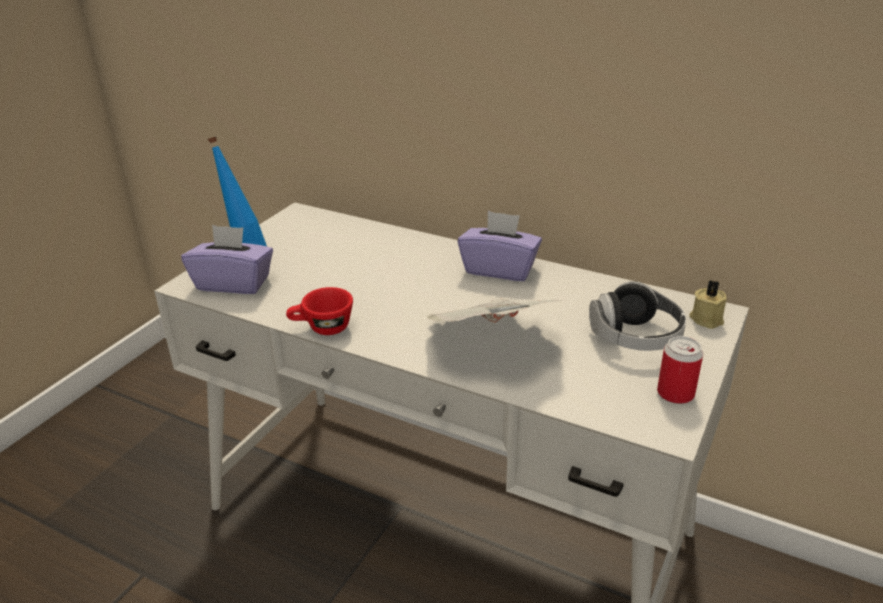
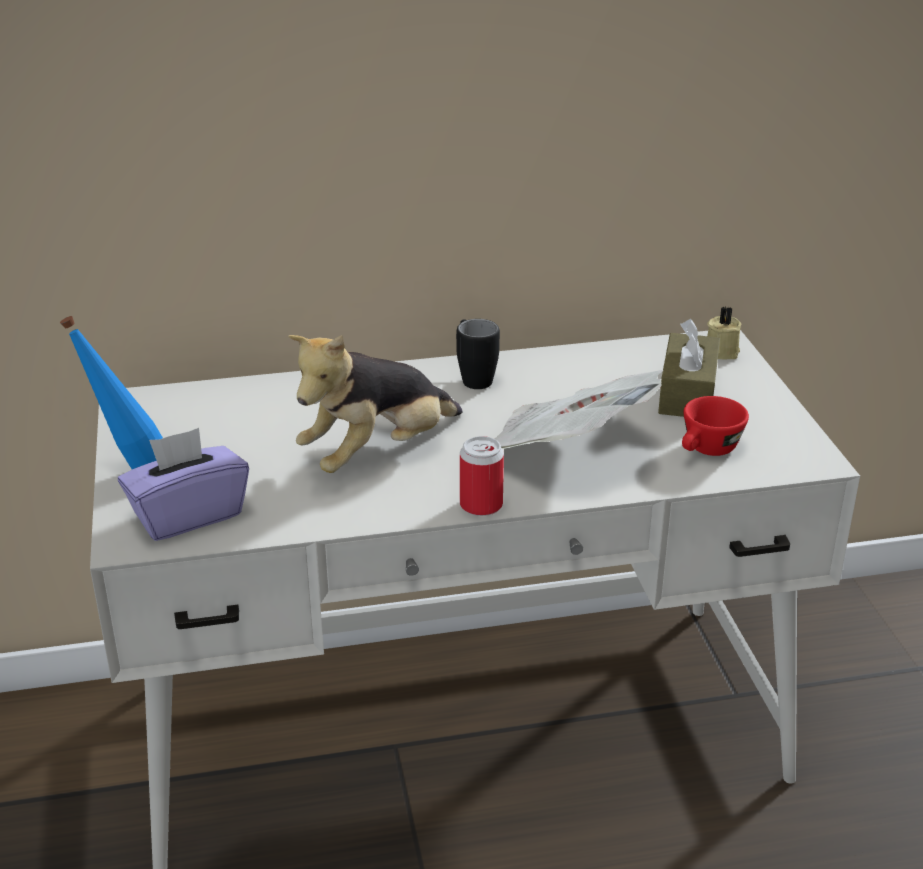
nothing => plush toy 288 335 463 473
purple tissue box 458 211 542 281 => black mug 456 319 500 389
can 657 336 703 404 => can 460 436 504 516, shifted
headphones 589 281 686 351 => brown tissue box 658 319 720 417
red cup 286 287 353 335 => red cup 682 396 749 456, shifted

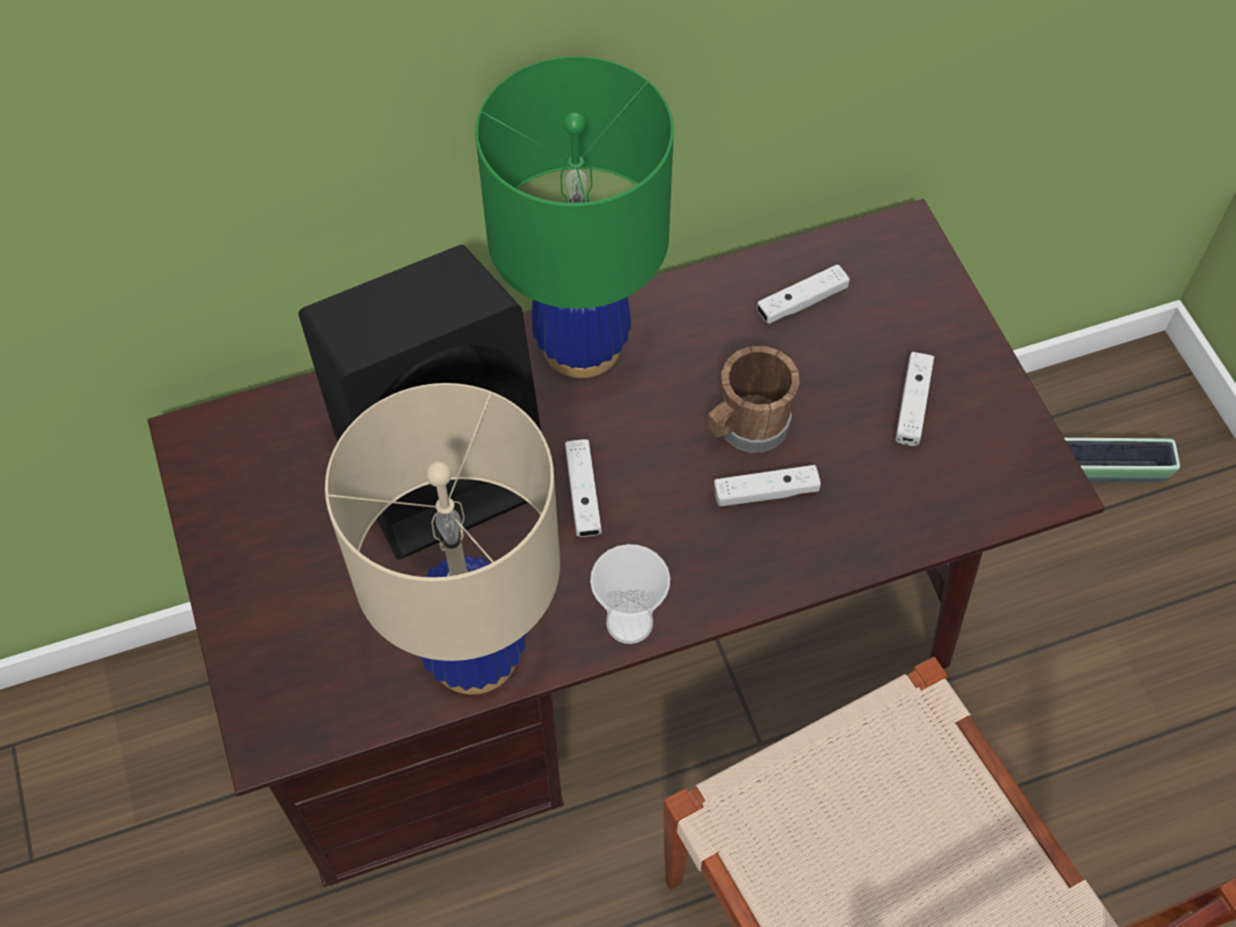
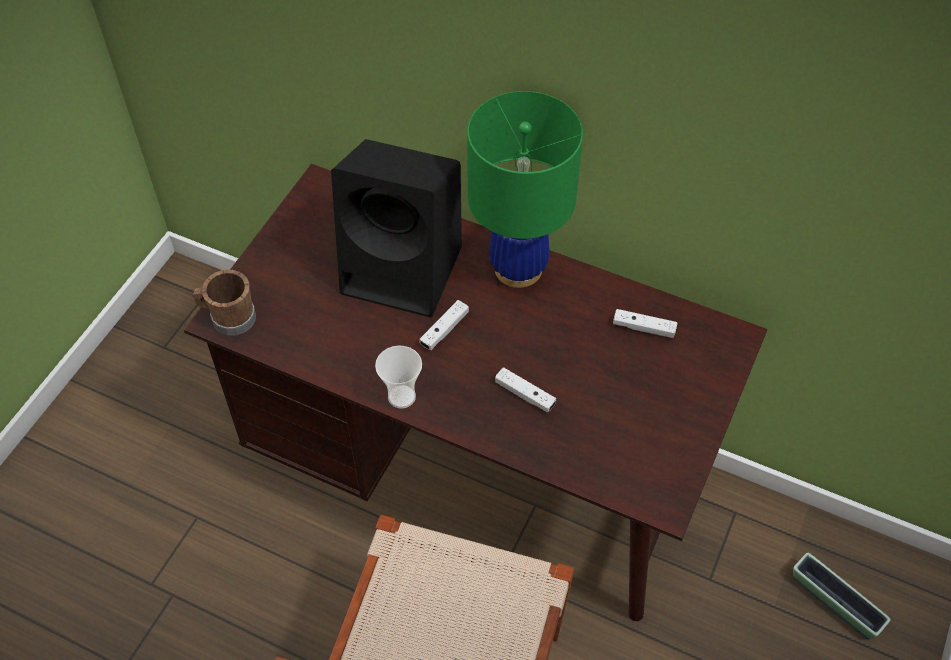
brown mug 708 346 800 453 => brown mug 193 270 256 336, shifted
beige table lamp 325 383 560 695 => nothing
white game controller 895 352 934 446 => nothing

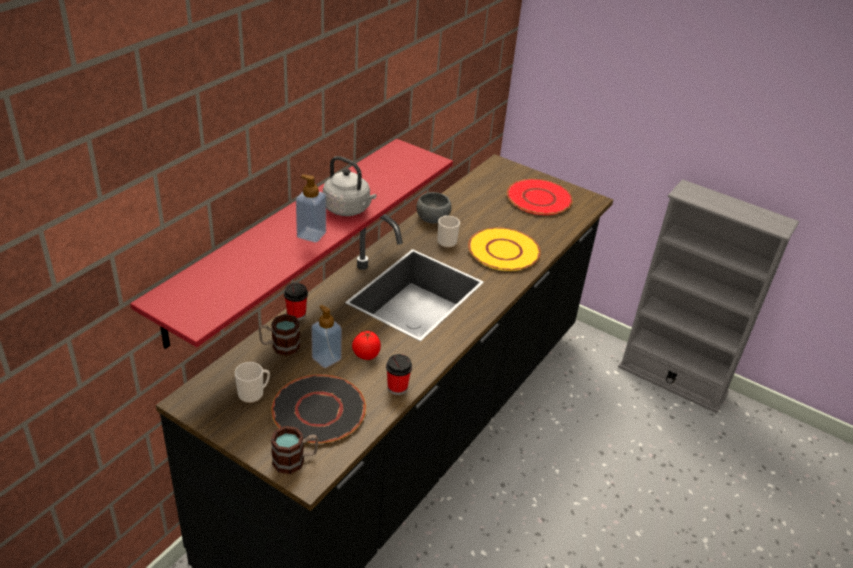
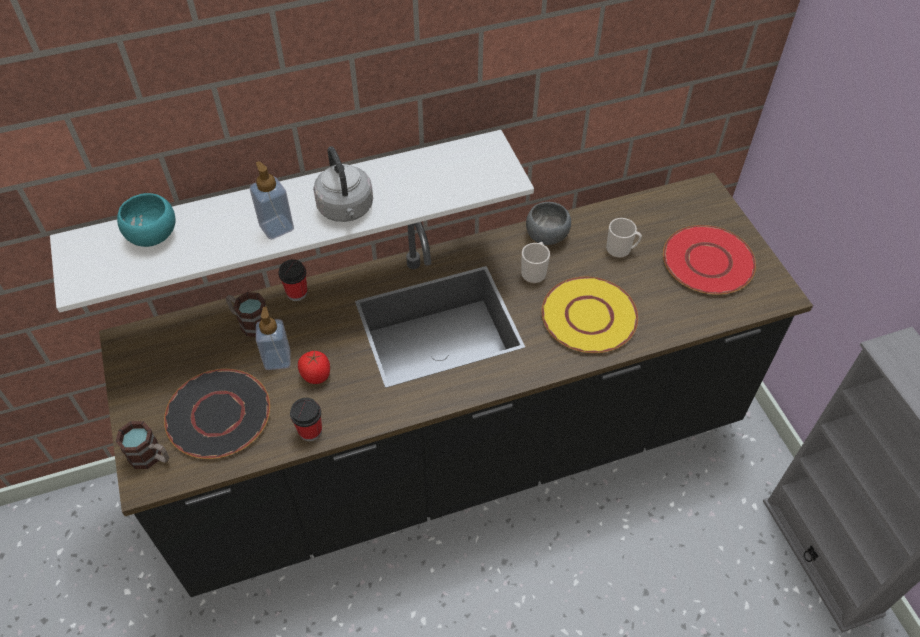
red shelf 130 139 453 349 => white shelf 50 130 534 312
nothing => turquoise bowl 117 193 175 247
mug 235 362 270 403 => mug 606 218 642 258, shifted

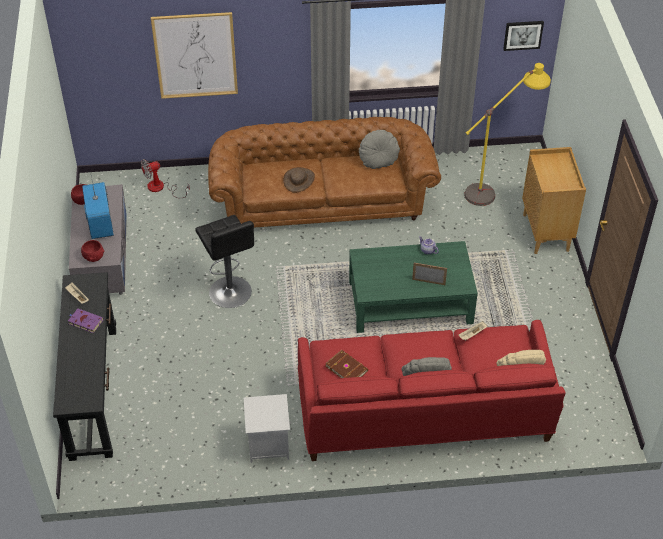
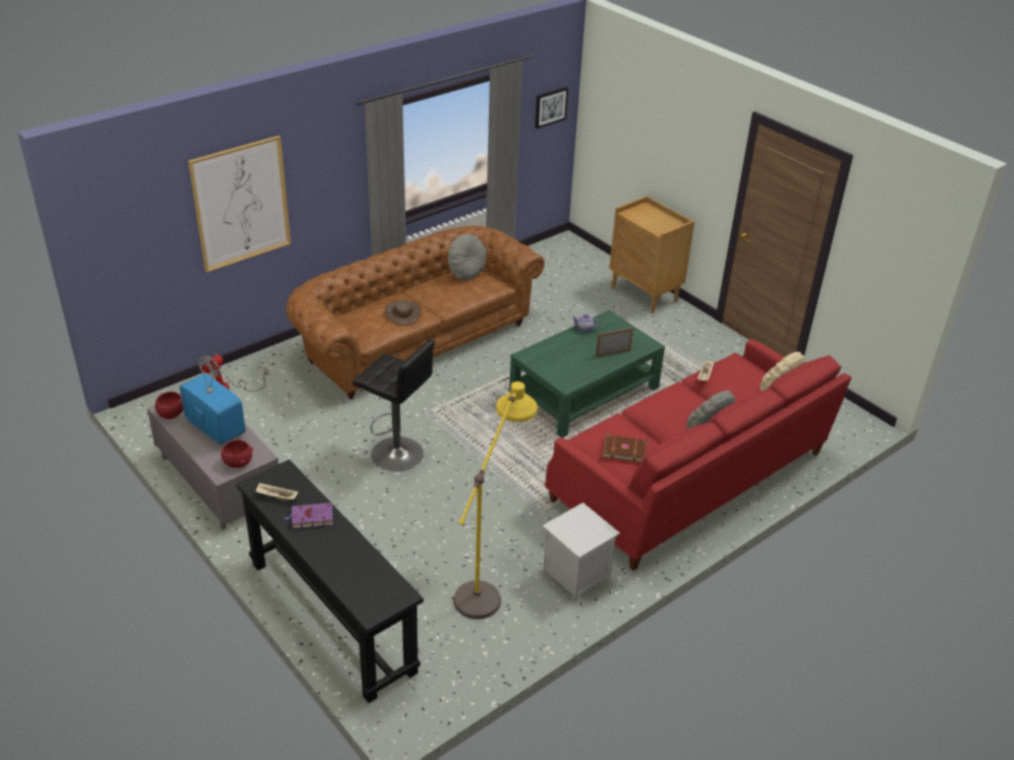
yellow floor lamp 464 63 551 206 => yellow floor lamp 454 381 537 619, shifted

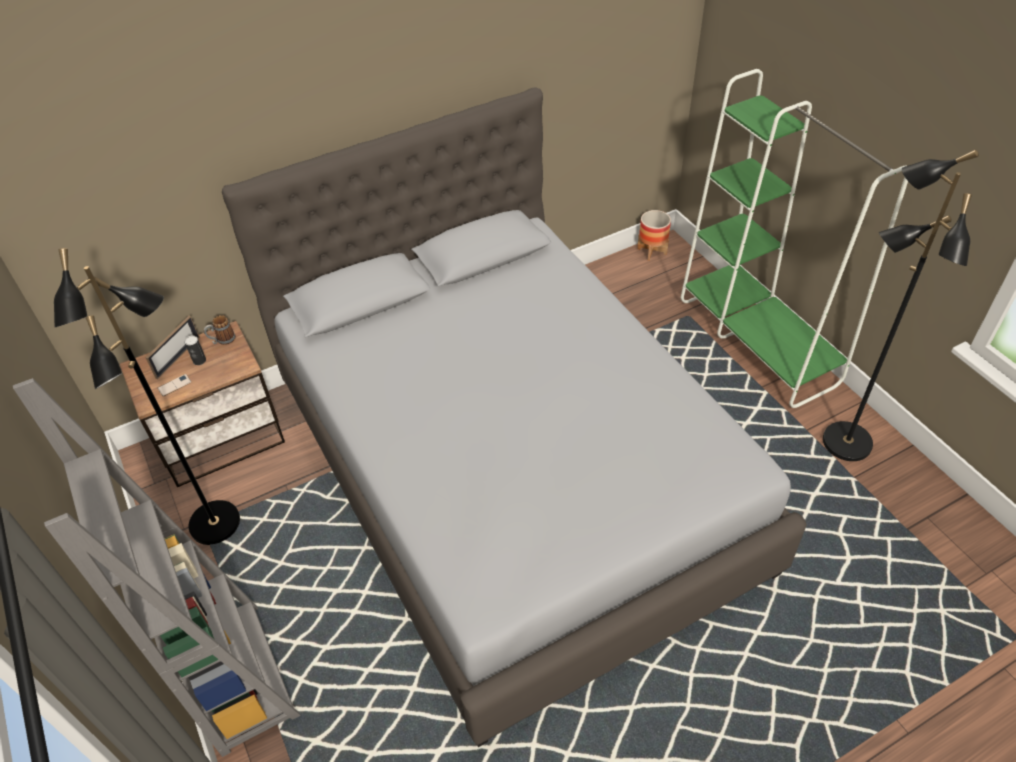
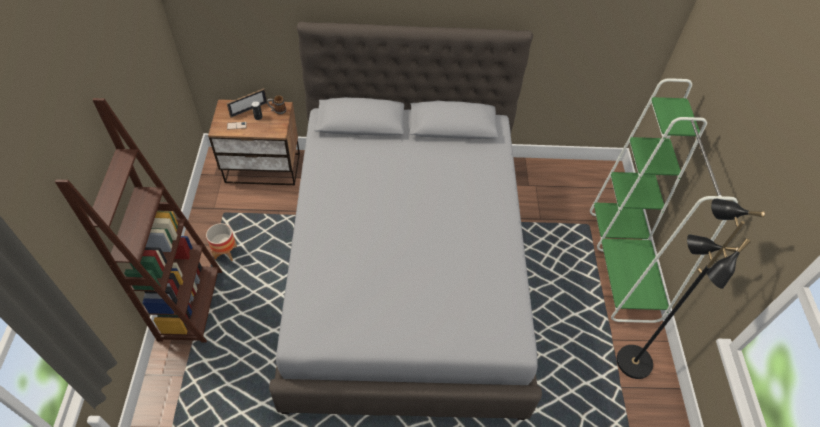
grey bookcase 13 378 301 757 => brown bookcase 55 98 223 342
planter 637 210 671 261 => planter 206 223 237 261, shifted
black floor lamp 54 248 240 545 => nothing

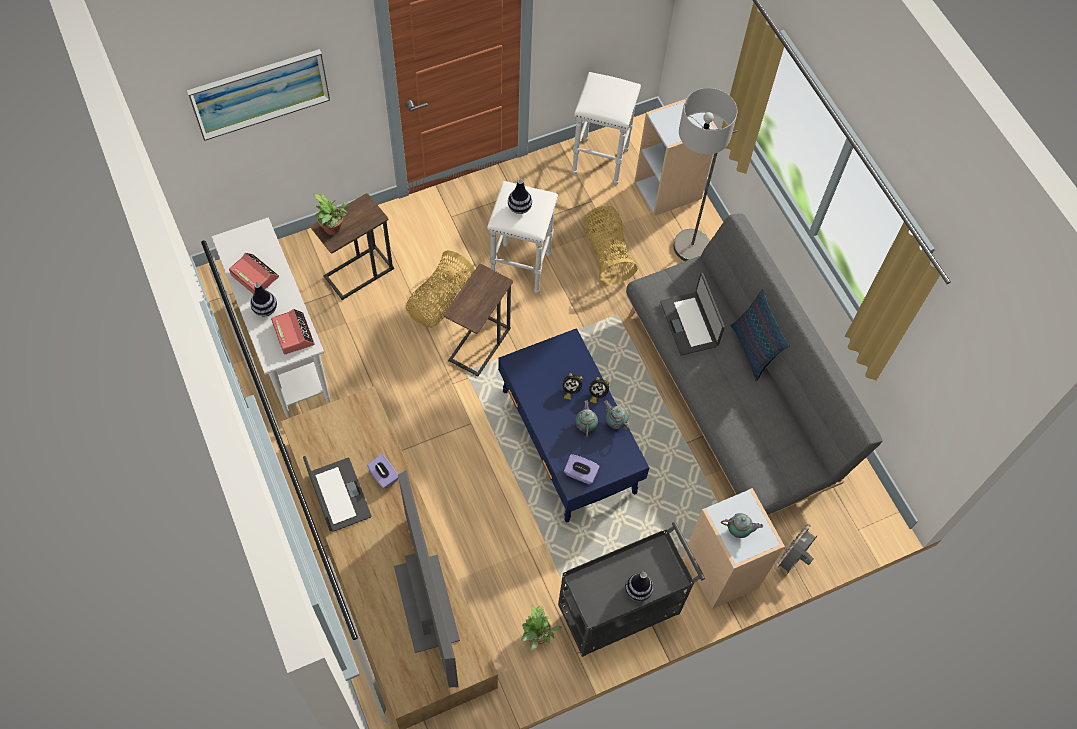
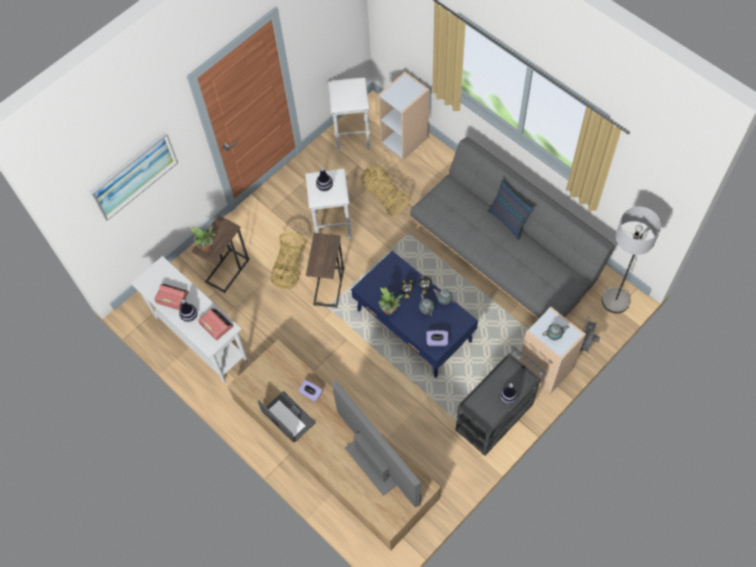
potted plant 521 605 562 651 => potted plant 379 287 403 315, shifted
grey floor lamp 674 88 738 261 => grey floor lamp 602 206 661 313, shifted
laptop 660 273 725 356 => nothing

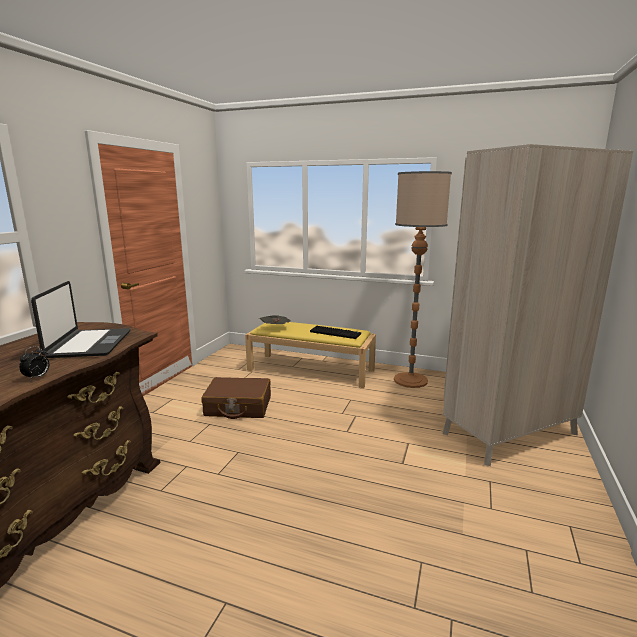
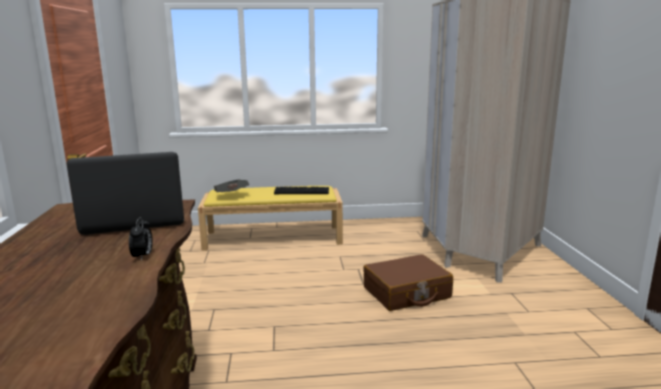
laptop 31 281 130 358 => laptop 67 152 184 235, 75 degrees counterclockwise
brown suitcase 202 377 271 419 => brown suitcase 363 254 453 311, shifted
floor lamp 394 171 452 388 => nothing

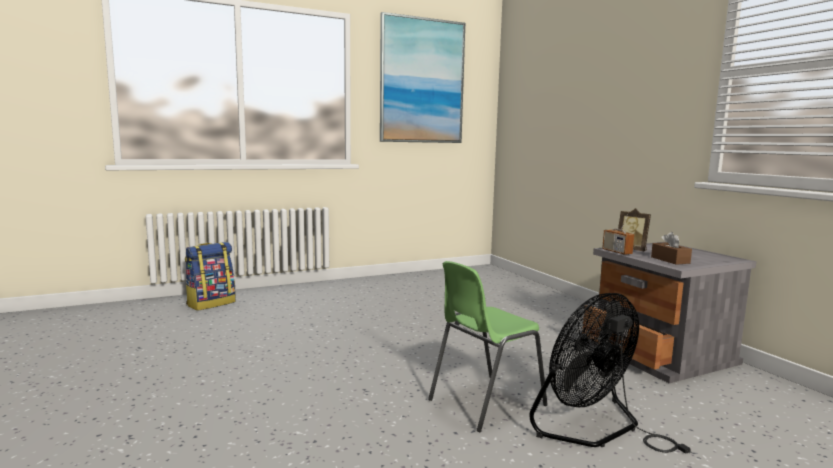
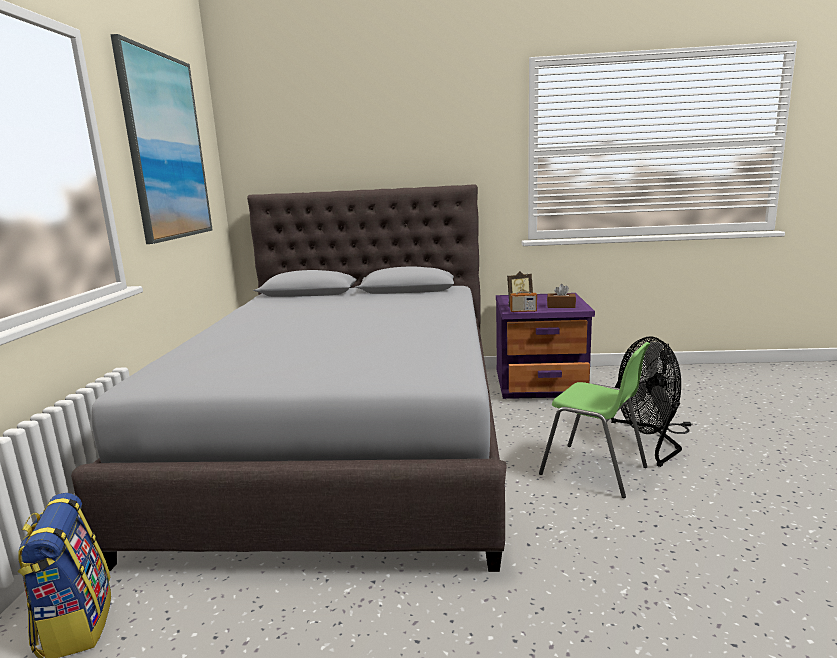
nothing => grey bed 71 185 507 572
grey nightstand 582 242 756 383 => purple nightstand 496 293 595 399
green chair 428 261 548 432 => green chair 539 342 650 498, 45 degrees counterclockwise

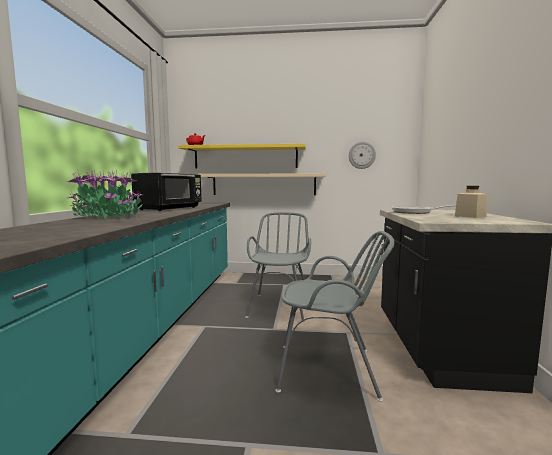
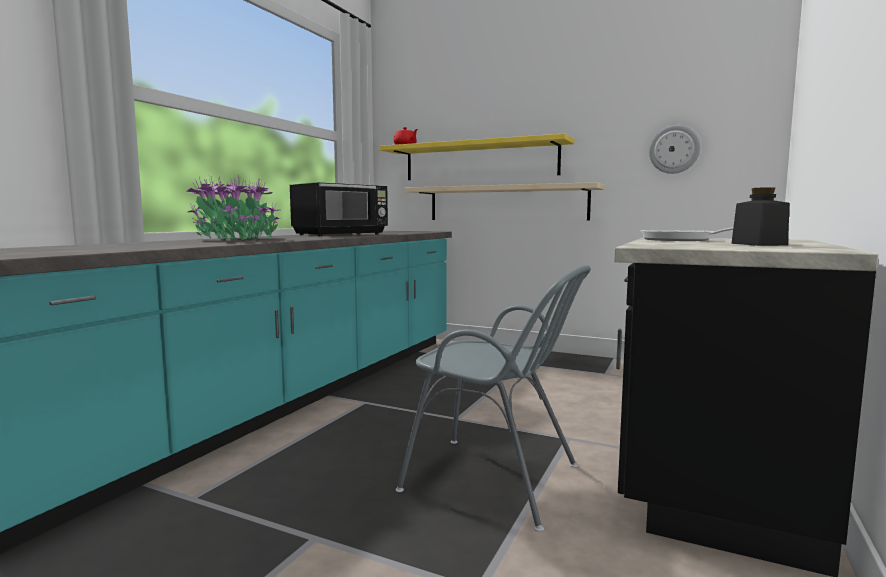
beige jar 455 186 487 218 => black jar 731 187 789 246
grey chair 245 212 311 322 => nothing

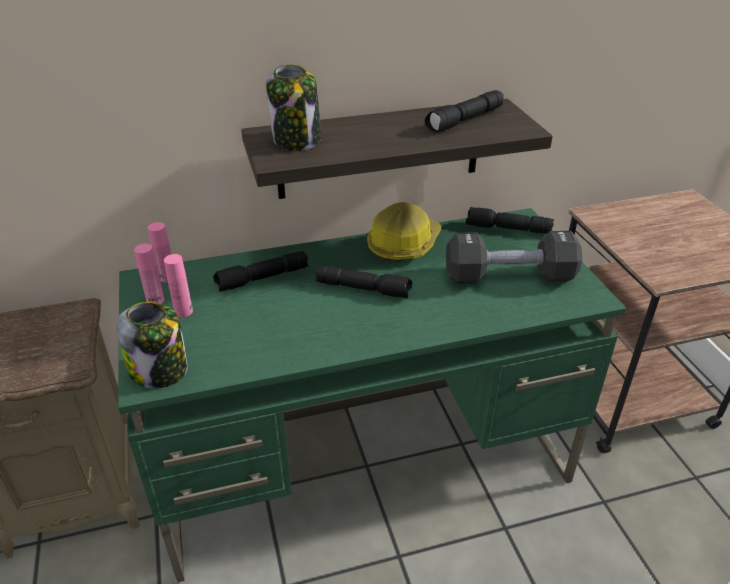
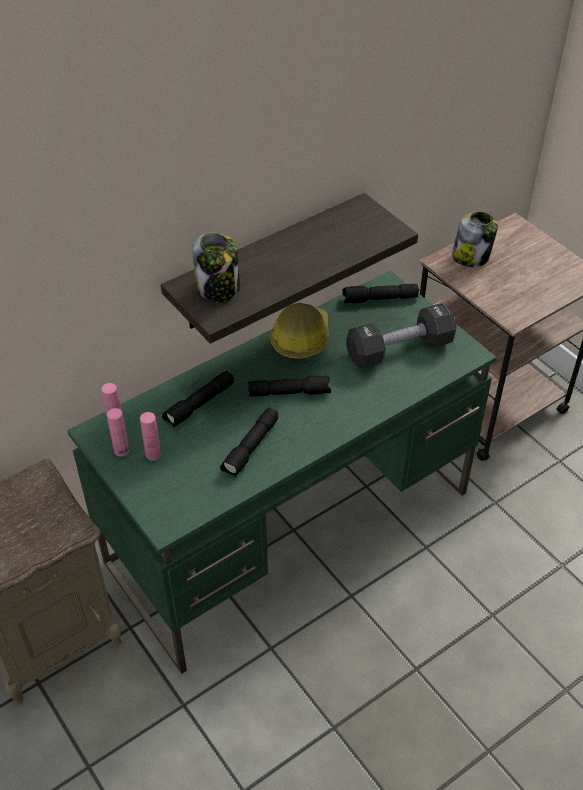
black flashlight 425 90 504 132 => black flashlight 220 408 278 477, shifted
jar 116 302 188 388 => jar 452 212 498 267, shifted

